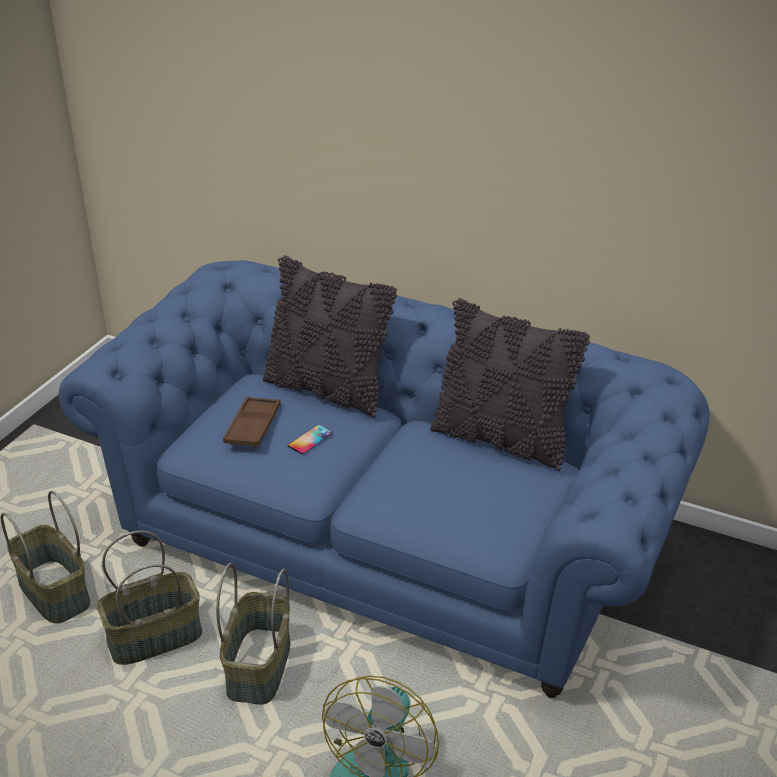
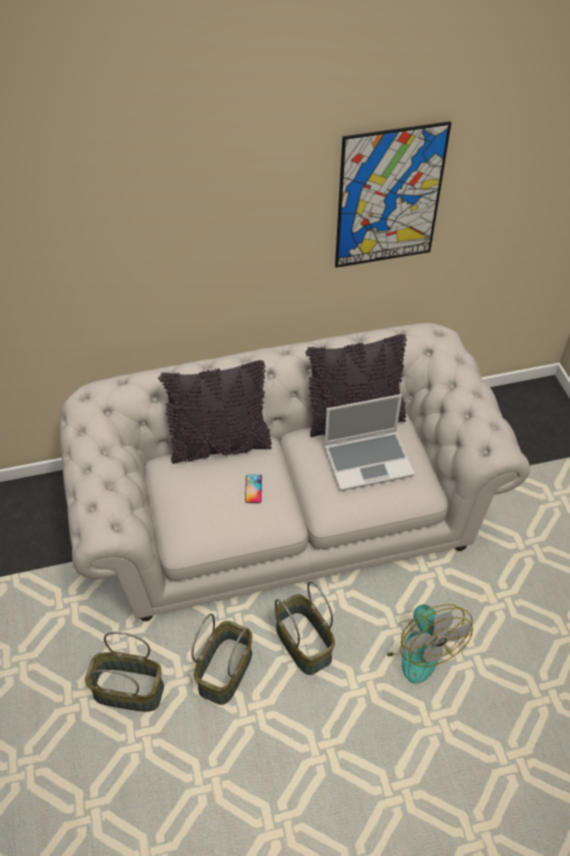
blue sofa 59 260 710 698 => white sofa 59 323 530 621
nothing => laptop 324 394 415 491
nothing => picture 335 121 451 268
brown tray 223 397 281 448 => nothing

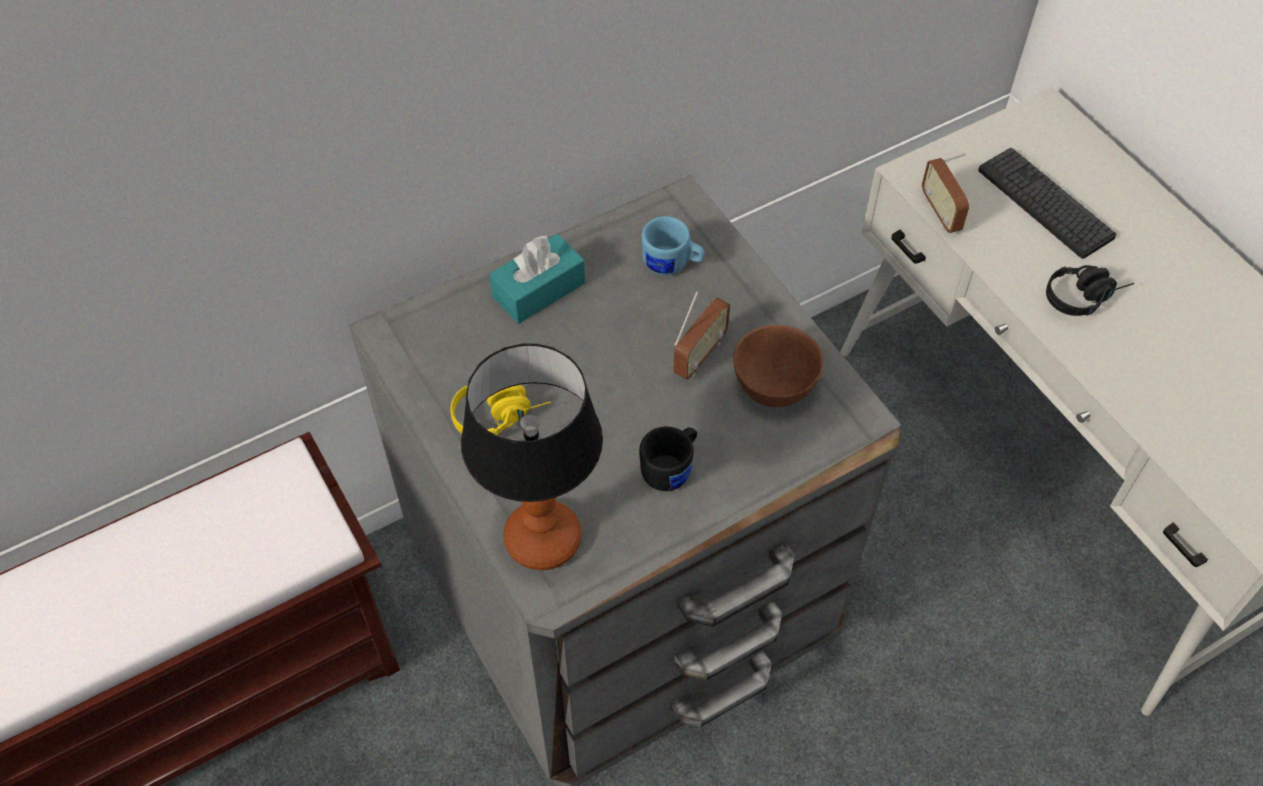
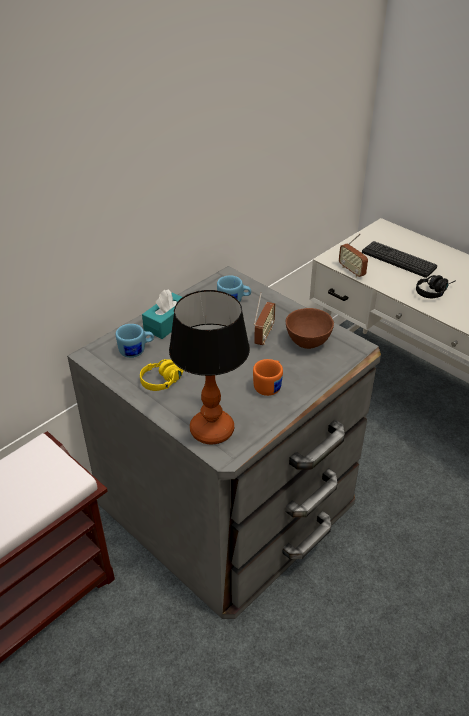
nothing => blue mug 116 324 154 358
black mug 639 427 697 491 => orange mug 253 359 283 396

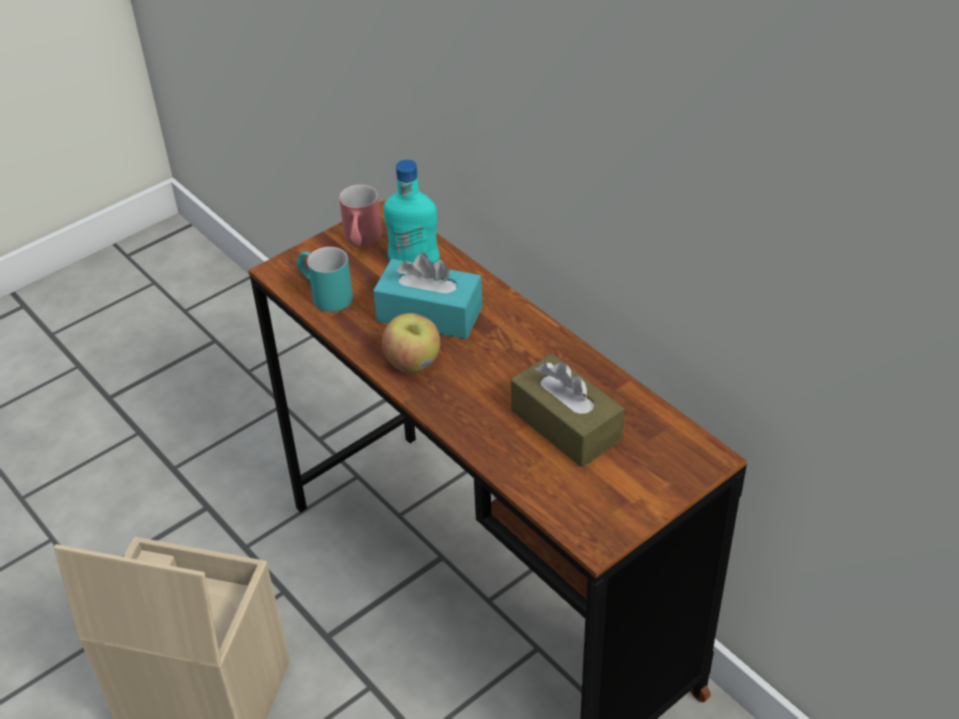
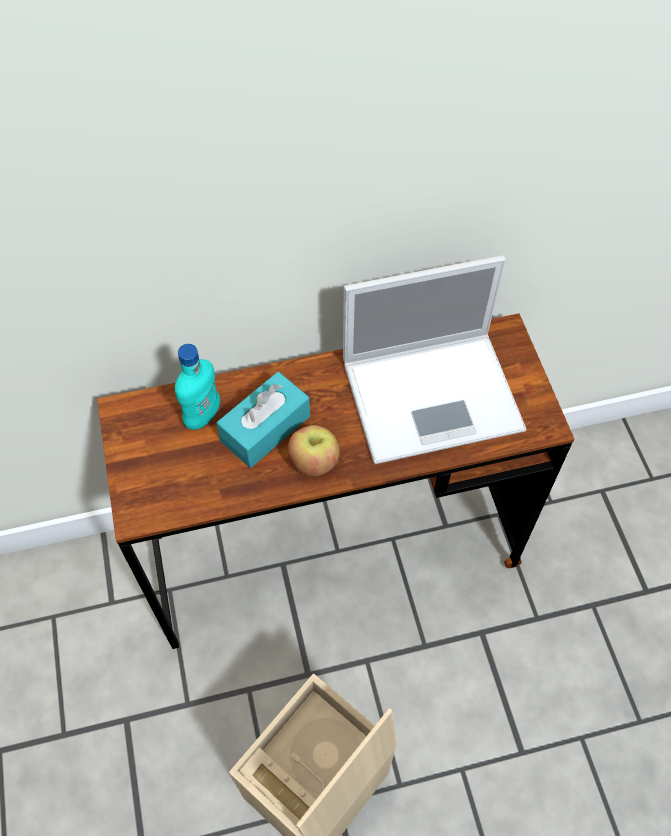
brown tissue box 511 354 624 467 => laptop 343 255 527 464
turquoise mug 296 247 353 312 => nothing
red mug 339 185 382 247 => nothing

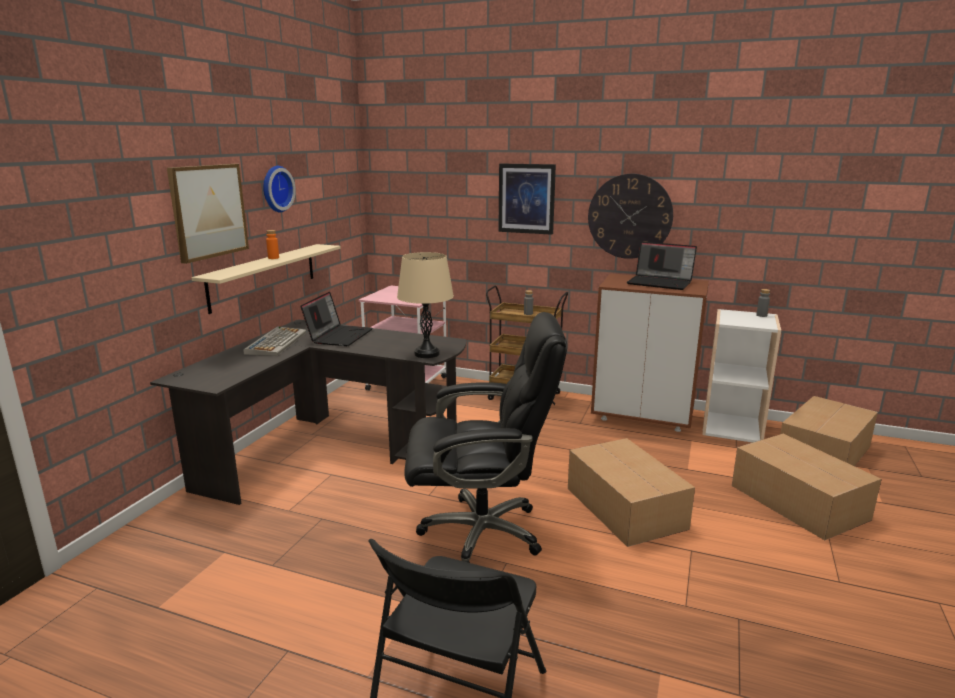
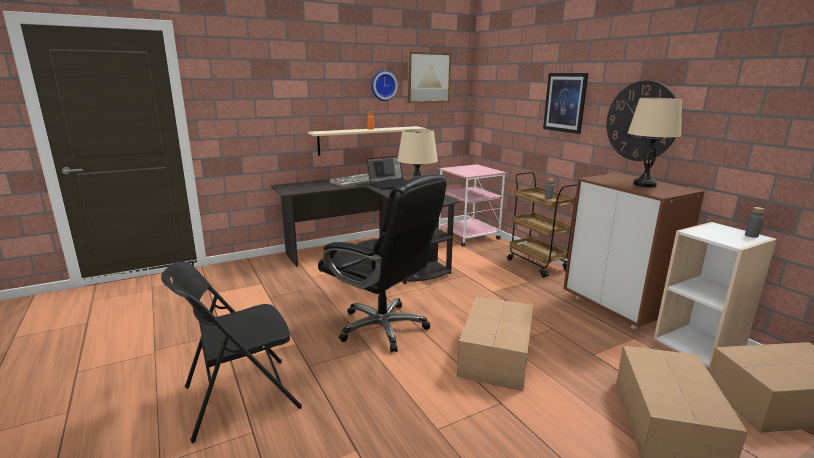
picture 167 164 249 264 => picture 408 52 451 103, shifted
laptop 627 242 697 290 => beige table lamp 628 98 682 187

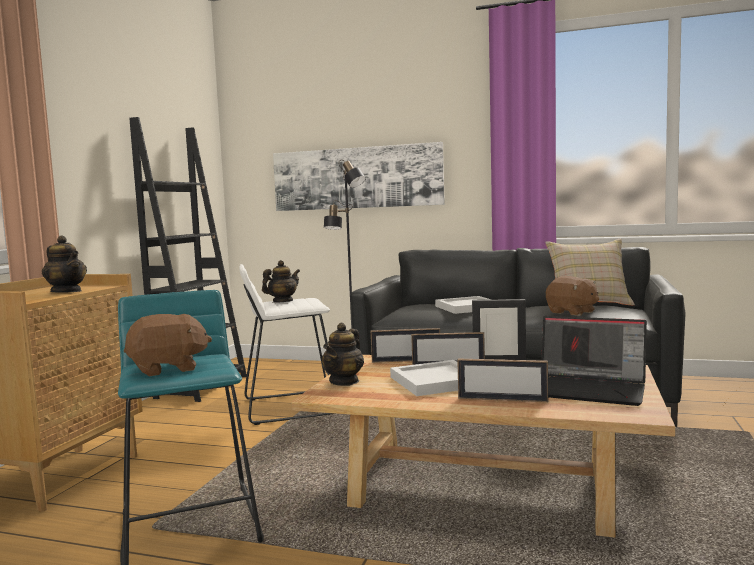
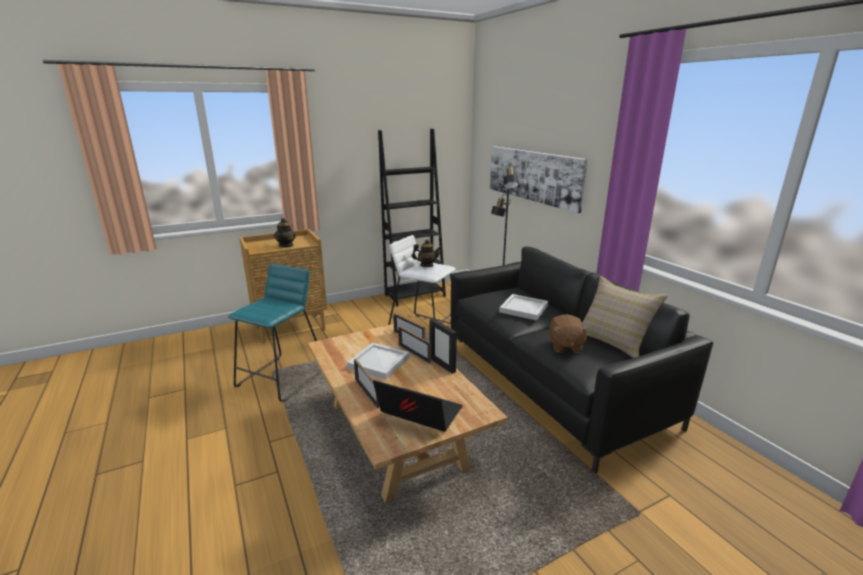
laptop 541 316 647 406 => laptop 373 380 463 432, 135 degrees clockwise
brown plush toy 124 314 212 376 => nothing
teapot 322 322 364 386 => nothing

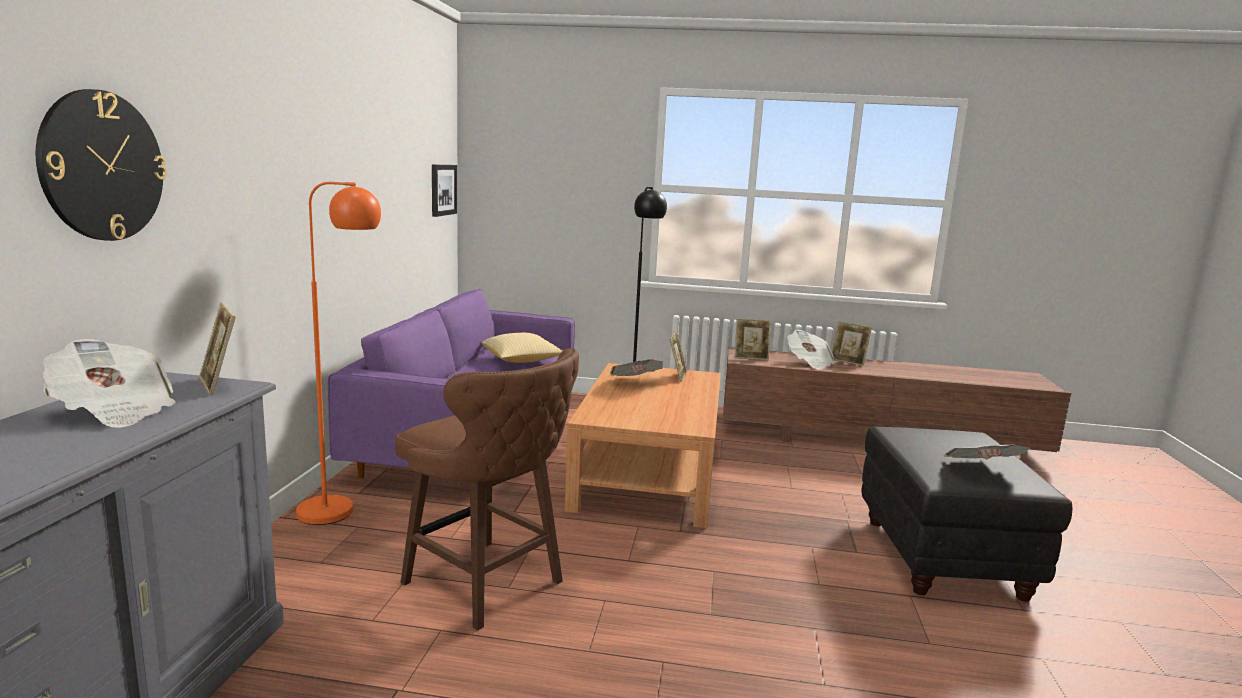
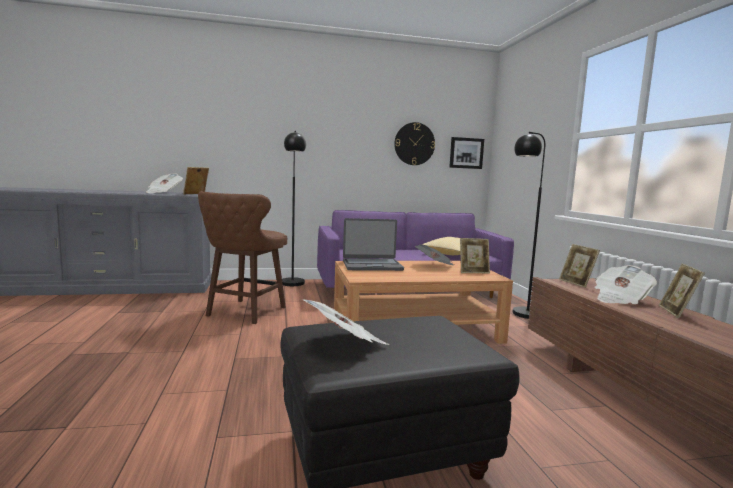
orange floor lamp 296 182 381 525 => black floor lamp 282 131 306 286
nothing => laptop 343 218 404 271
wall clock 36 89 167 241 => wall clock 394 122 435 165, shifted

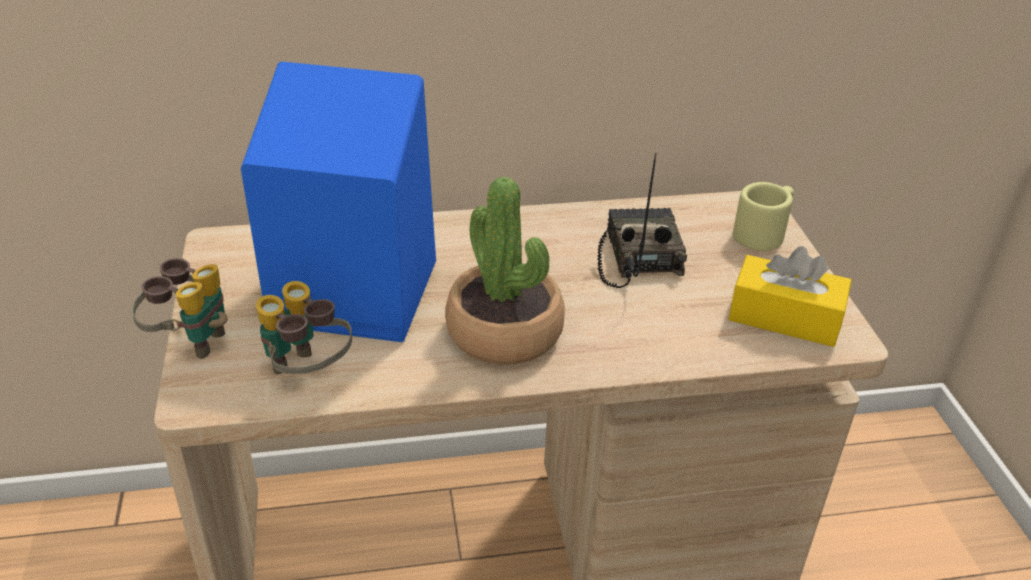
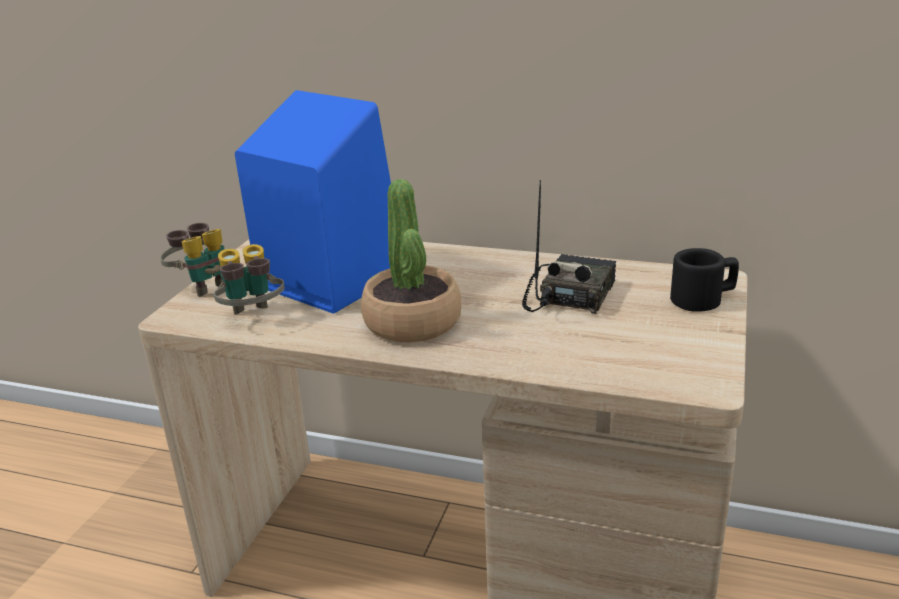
beige mug 733 182 794 251 => black mug 670 248 739 312
yellow tissue box 729 246 852 347 => nothing

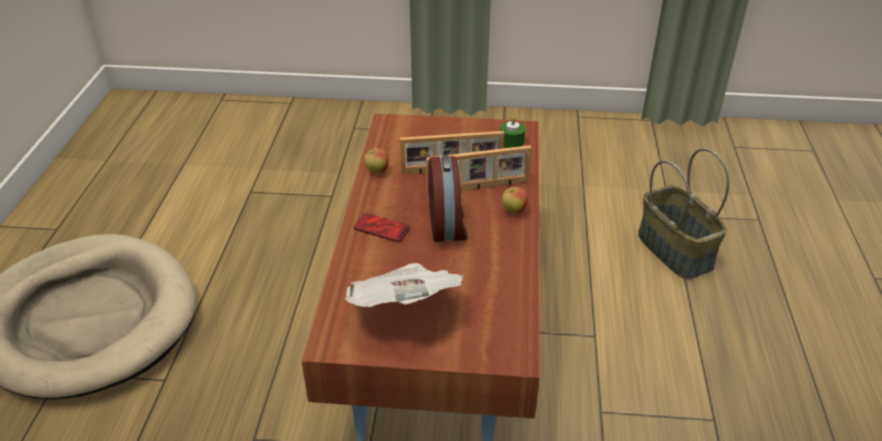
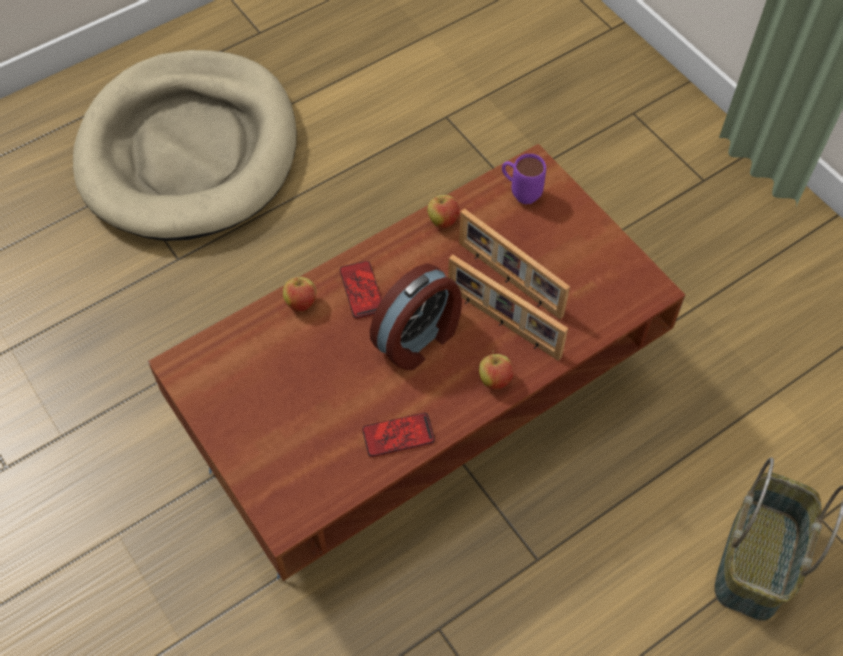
nothing => apple 283 273 316 311
nothing => phone 362 413 435 457
nothing => purple mug 502 154 546 204
newspaper 345 263 464 307 => nothing
green candle 500 116 525 148 => nothing

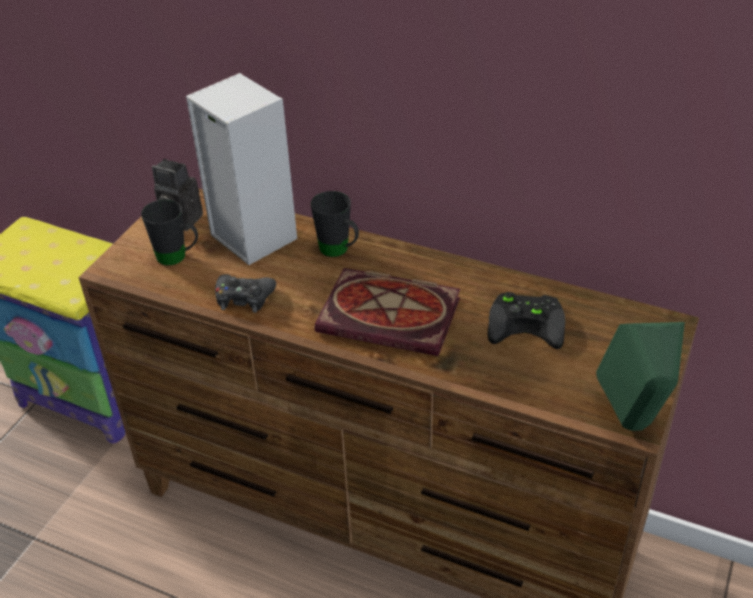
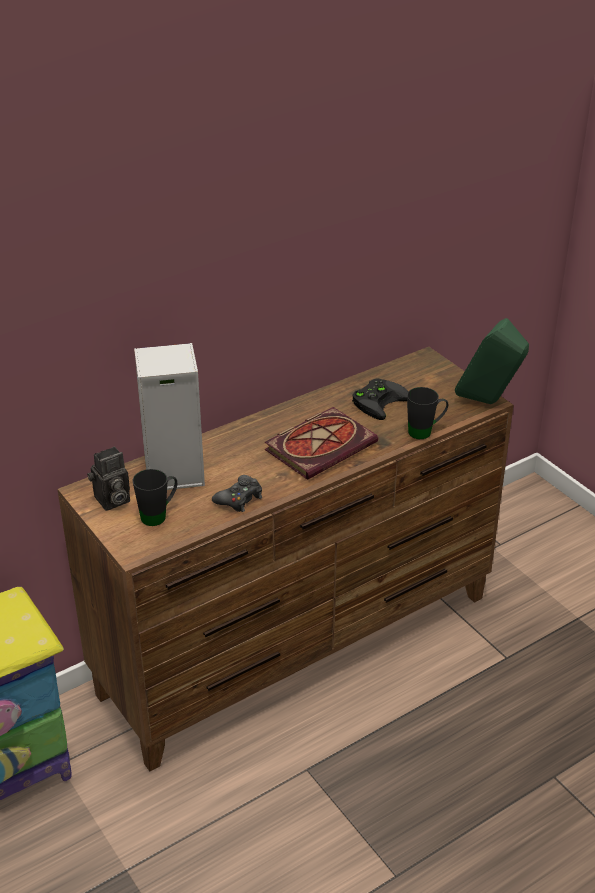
black mug 311 191 359 257 => black mug 407 387 448 439, shifted

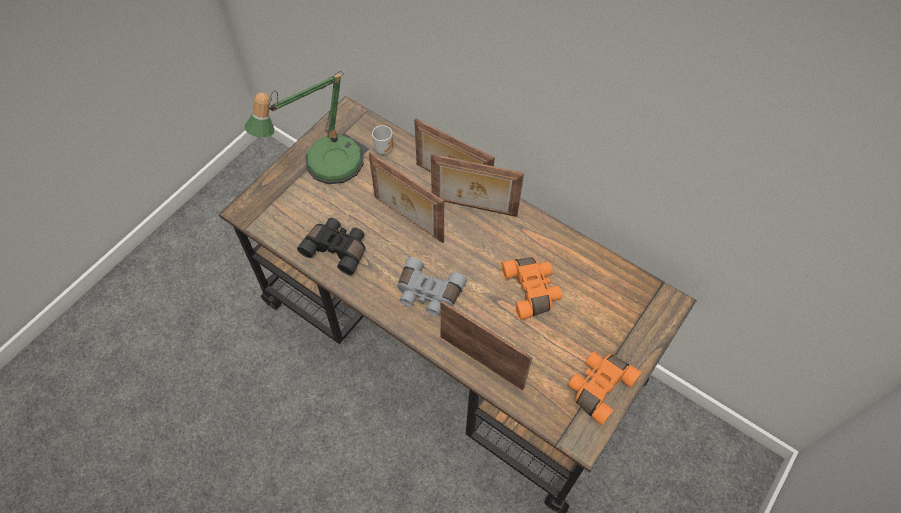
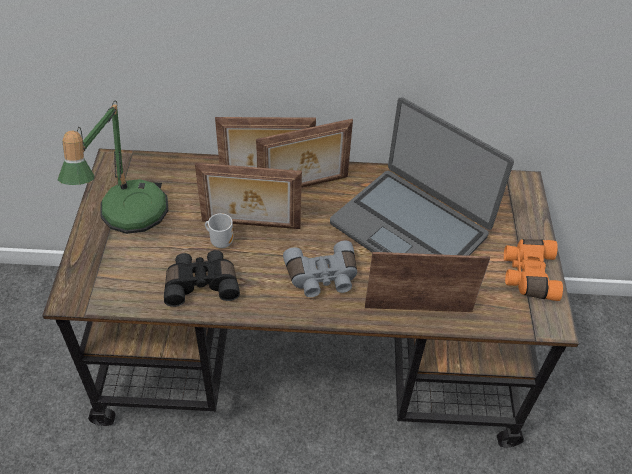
mug 372 125 393 155 => mug 205 213 233 248, shifted
orange binoculars 501 257 562 320 => laptop 330 97 514 256

